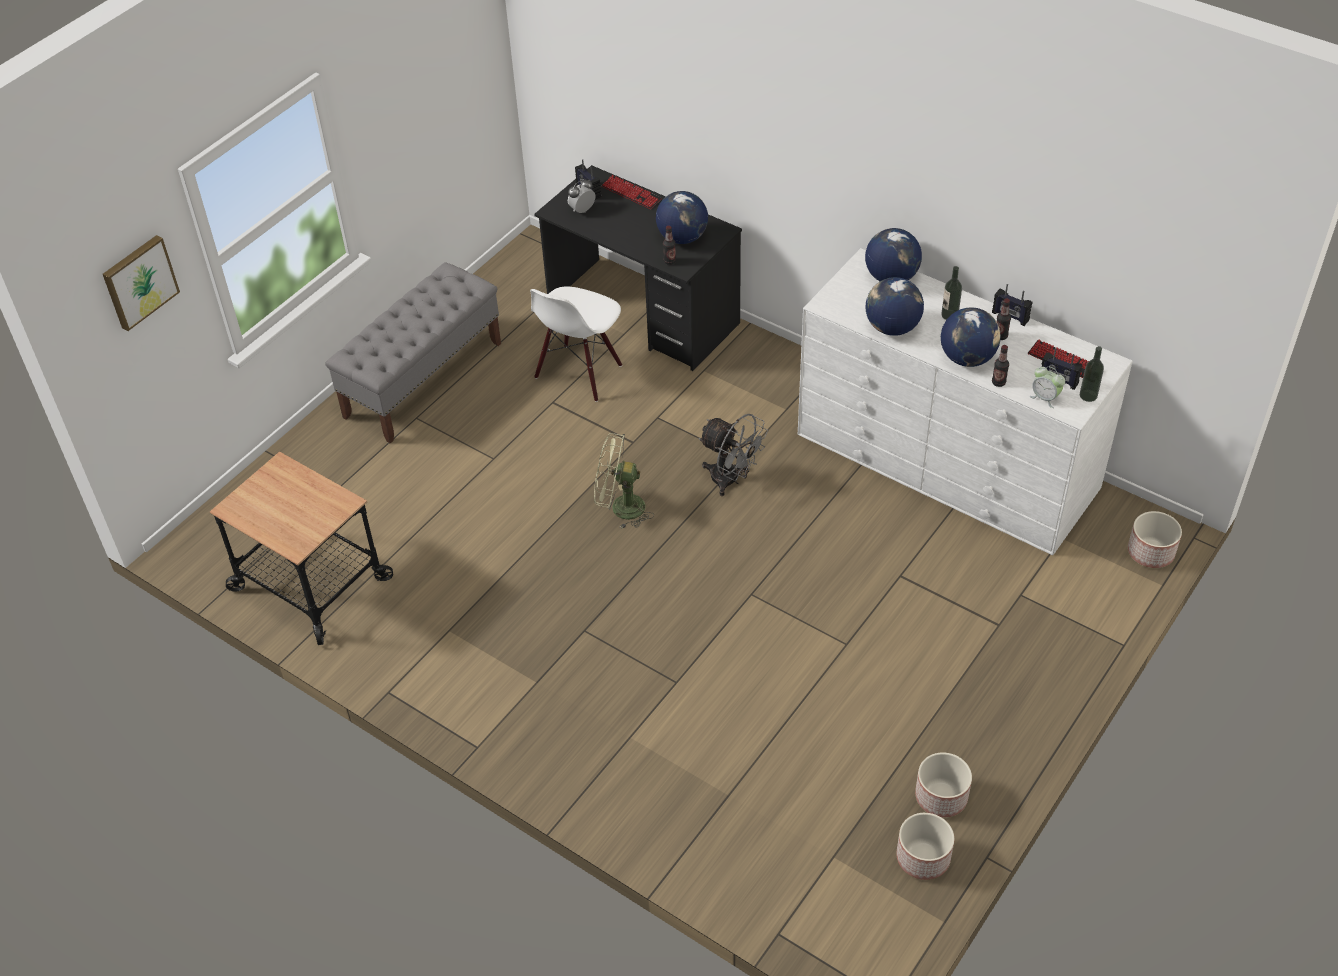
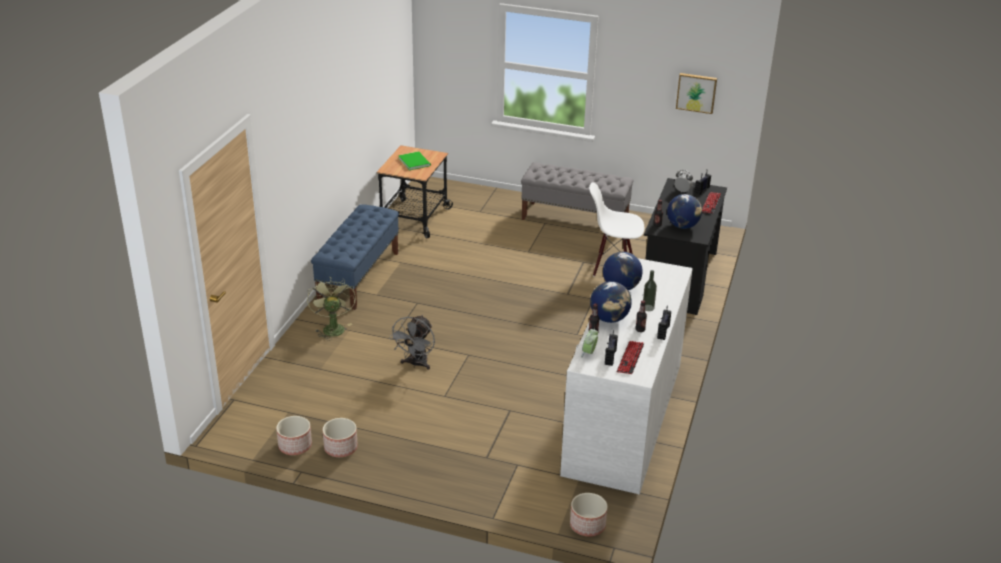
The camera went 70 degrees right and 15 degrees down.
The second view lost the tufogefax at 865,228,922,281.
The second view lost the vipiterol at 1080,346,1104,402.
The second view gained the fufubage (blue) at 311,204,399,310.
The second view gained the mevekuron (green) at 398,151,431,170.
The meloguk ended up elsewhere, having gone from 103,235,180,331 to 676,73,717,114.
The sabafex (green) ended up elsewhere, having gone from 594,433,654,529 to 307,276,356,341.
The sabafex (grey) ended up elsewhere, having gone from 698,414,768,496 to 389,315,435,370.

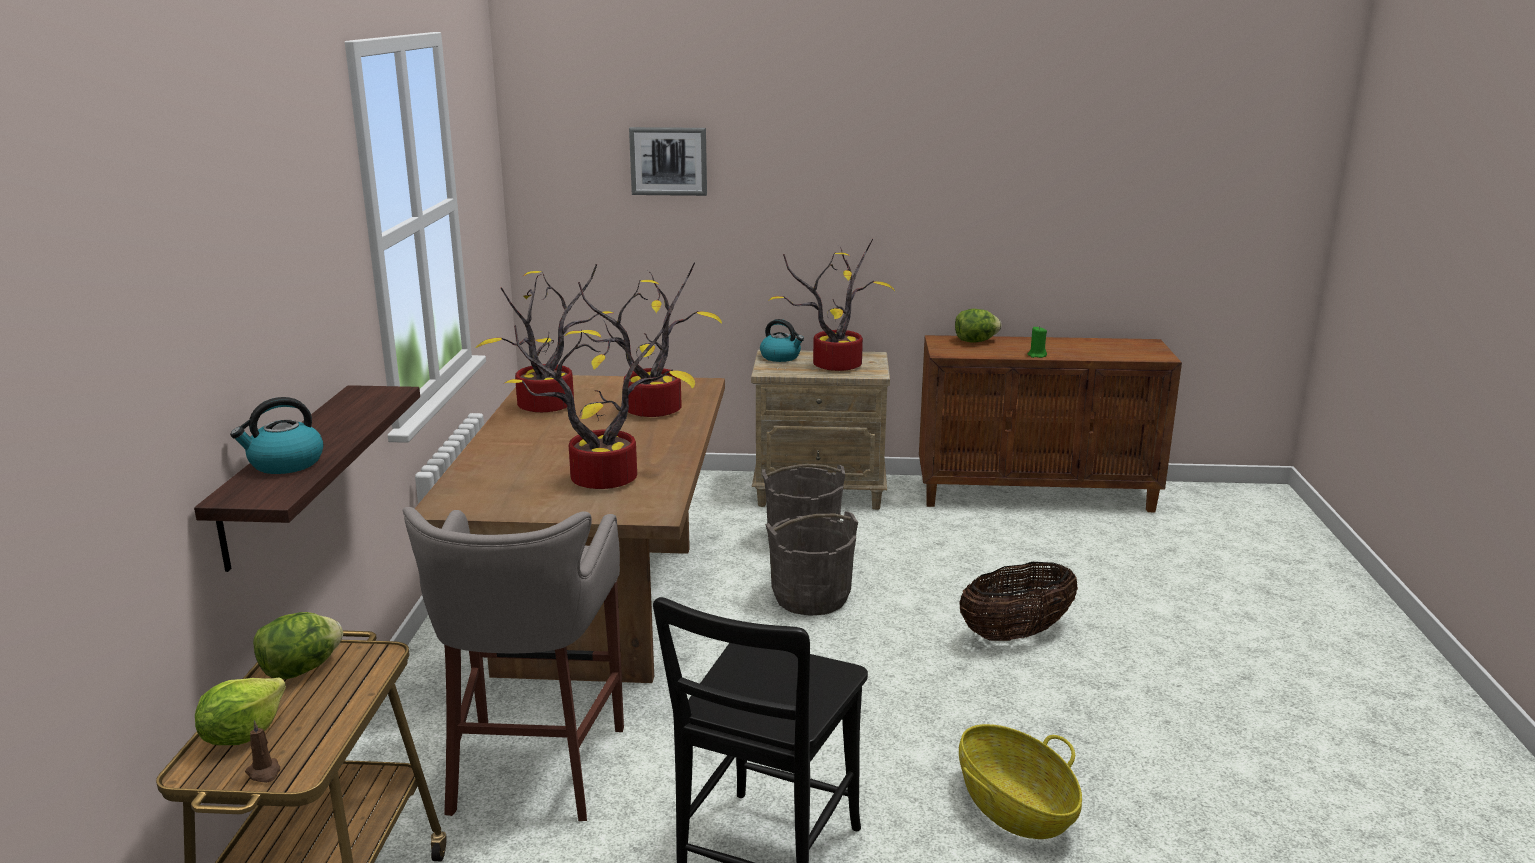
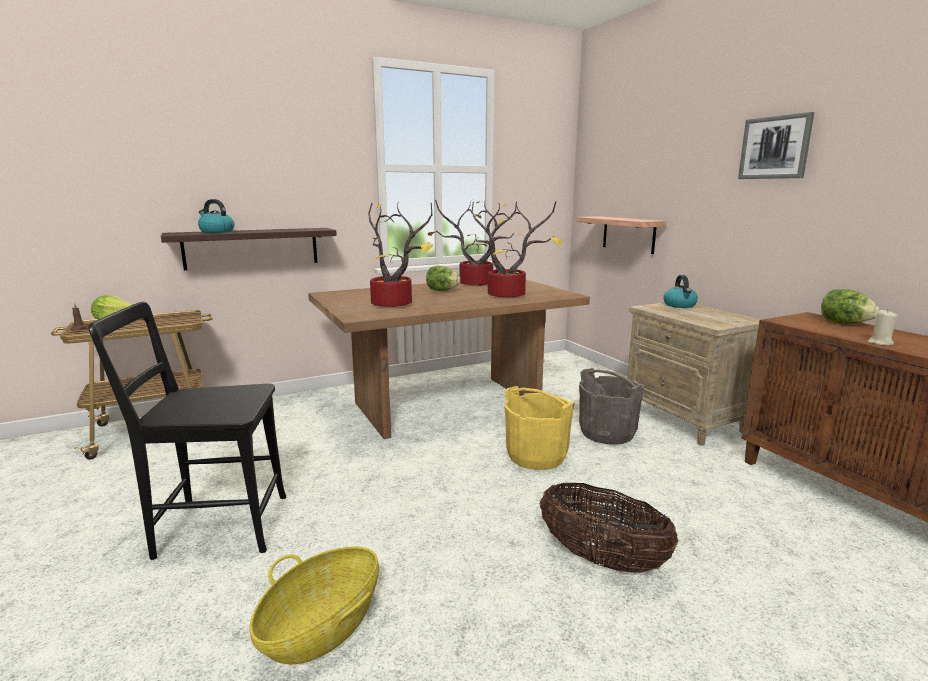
The camera went 60 degrees right and 5 degrees down.
The second view lost the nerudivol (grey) at 402,507,624,821.
The second view lost the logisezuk at 768,239,895,371.
The second view gained the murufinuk at 576,216,667,254.
The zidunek ended up elsewhere, having gone from 253,612,343,679 to 426,266,460,291.
The meloguk ended up elsewhere, having gone from 629,127,707,196 to 738,112,814,179.
What was the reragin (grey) at 765,511,858,616 turned into the reragin (yellow) at 504,386,575,470.
What was the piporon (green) at 1027,326,1047,358 turned into the piporon (beige) at 867,310,898,346.

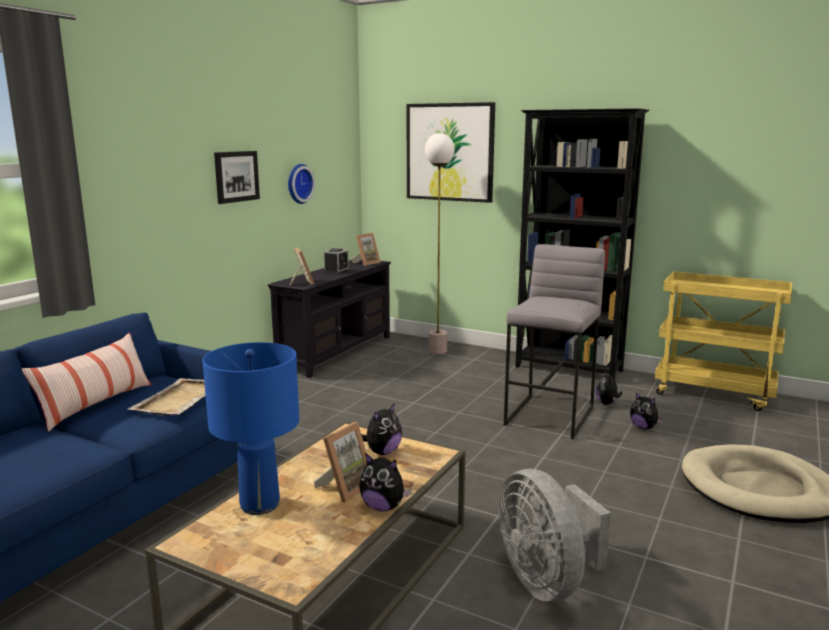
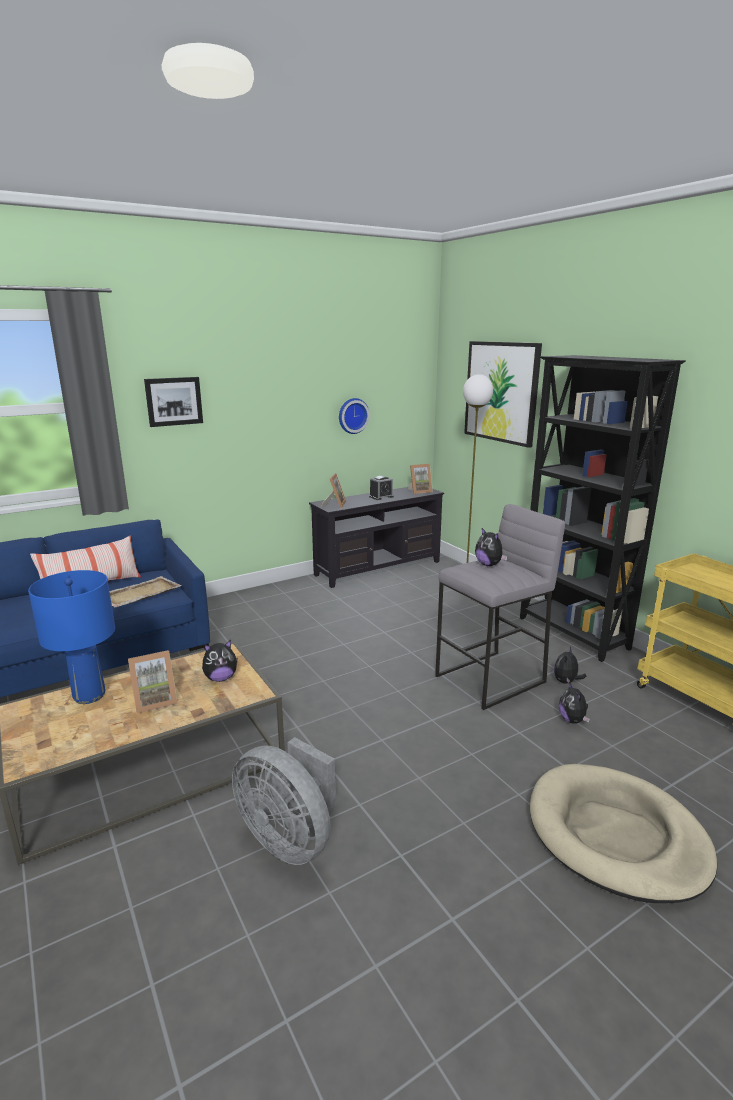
The camera went 30 degrees right and 5 degrees up.
The meloguk ended up elsewhere, having gone from 214,151,260,204 to 144,377,203,427.
The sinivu ended up elsewhere, having gone from 359,453,412,511 to 475,528,508,566.
The sabafex (grey) at 498,469,611,601 ended up facing another way, 60 degrees counterclockwise from before.

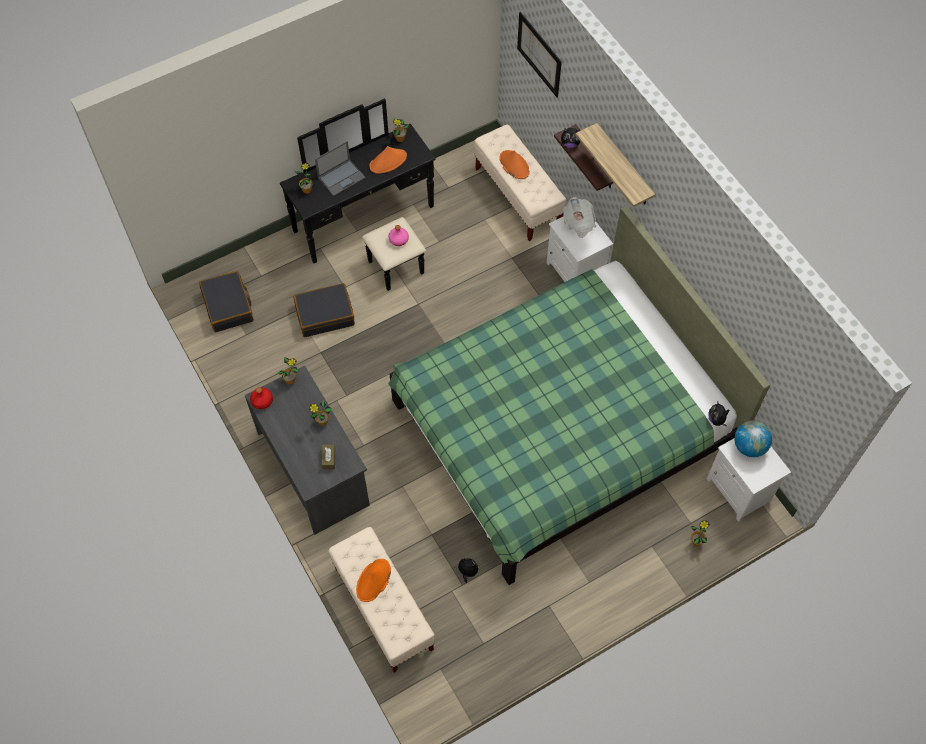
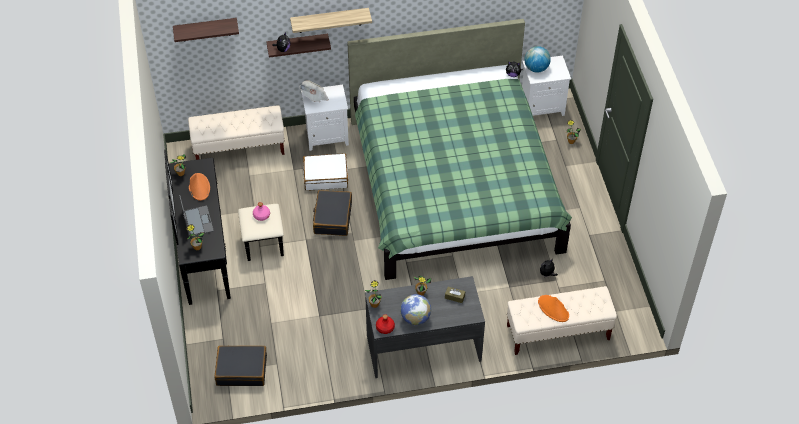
The camera went 70 degrees left and 10 degrees down.
The second view lost the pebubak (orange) at 499,150,530,179.
The second view gained the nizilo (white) at 303,153,348,191.
The second view gained the tufogefax at 400,294,431,325.
The nizilo (black) ended up elsewhere, having gone from 293,283,355,337 to 313,190,352,236.
Where the meloguk hung at 517,12,562,98, the murufinuk came to hang at 173,18,239,42.

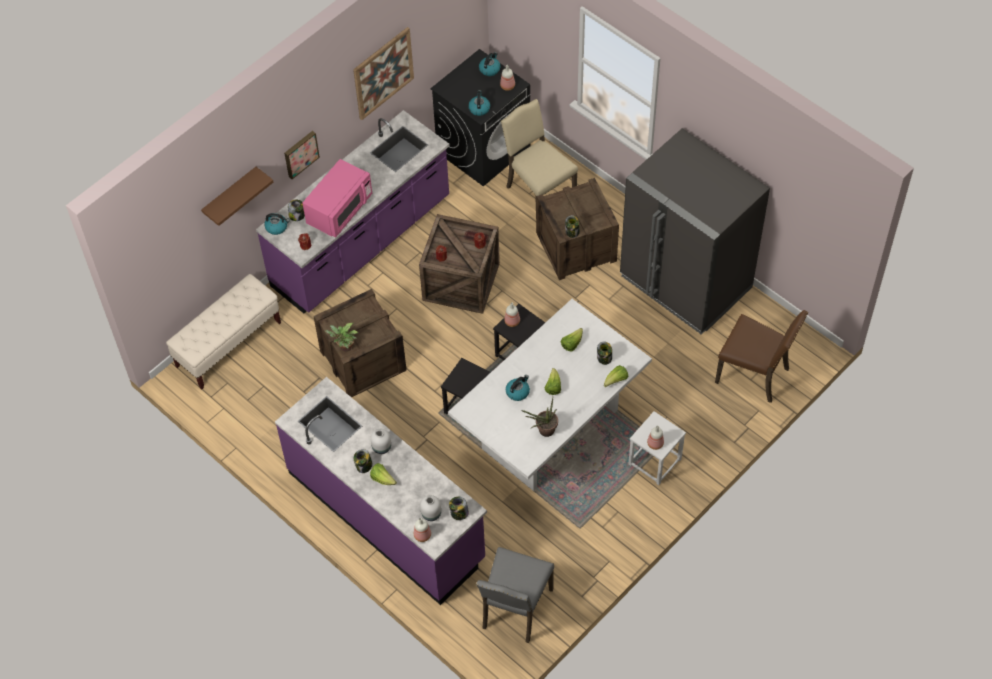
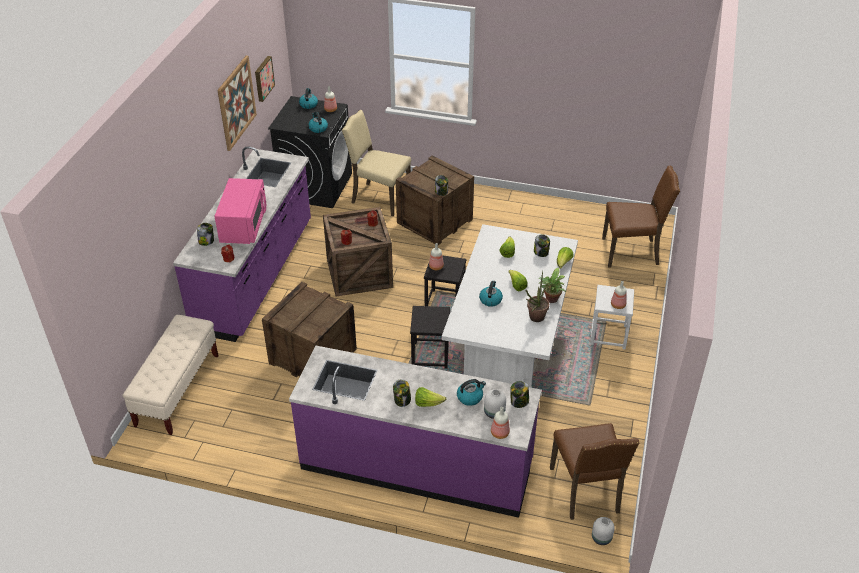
The camera went 30 degrees left and 15 degrees down.
The second view lost the murufinuk (brown) at 201,167,273,226.
The second view lost the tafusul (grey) at 620,128,770,335.
The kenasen ended up elsewhere, having gone from 264,213,290,235 to 457,379,486,406.
The meloguk ended up elsewhere, having gone from 284,131,320,179 to 255,56,275,102.
The logisezuk ended up elsewhere, having gone from 325,323,359,352 to 538,268,566,303.
The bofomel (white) ended up elsewhere, having gone from 370,429,391,454 to 592,517,615,545.
What was the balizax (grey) at 476,547,554,643 turned into the balizax (brown) at 550,423,639,520.

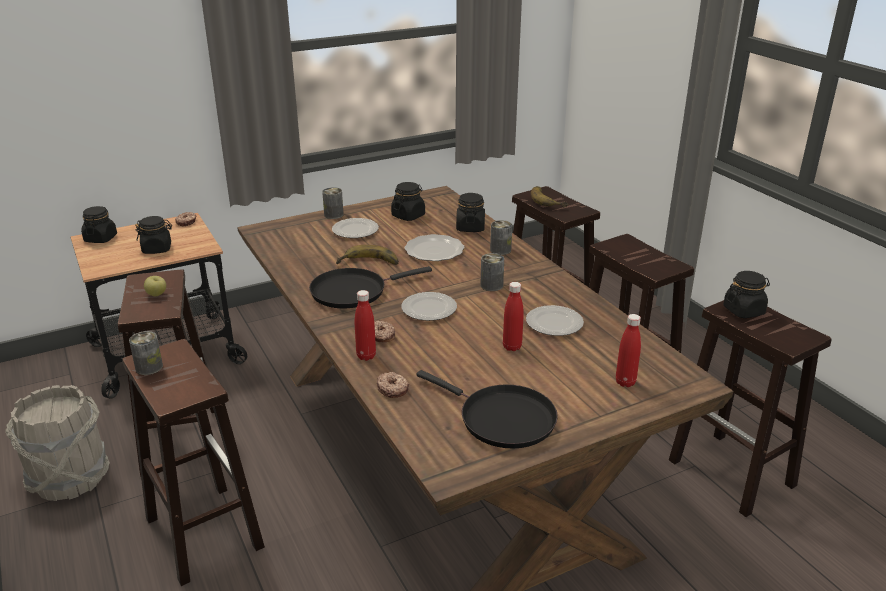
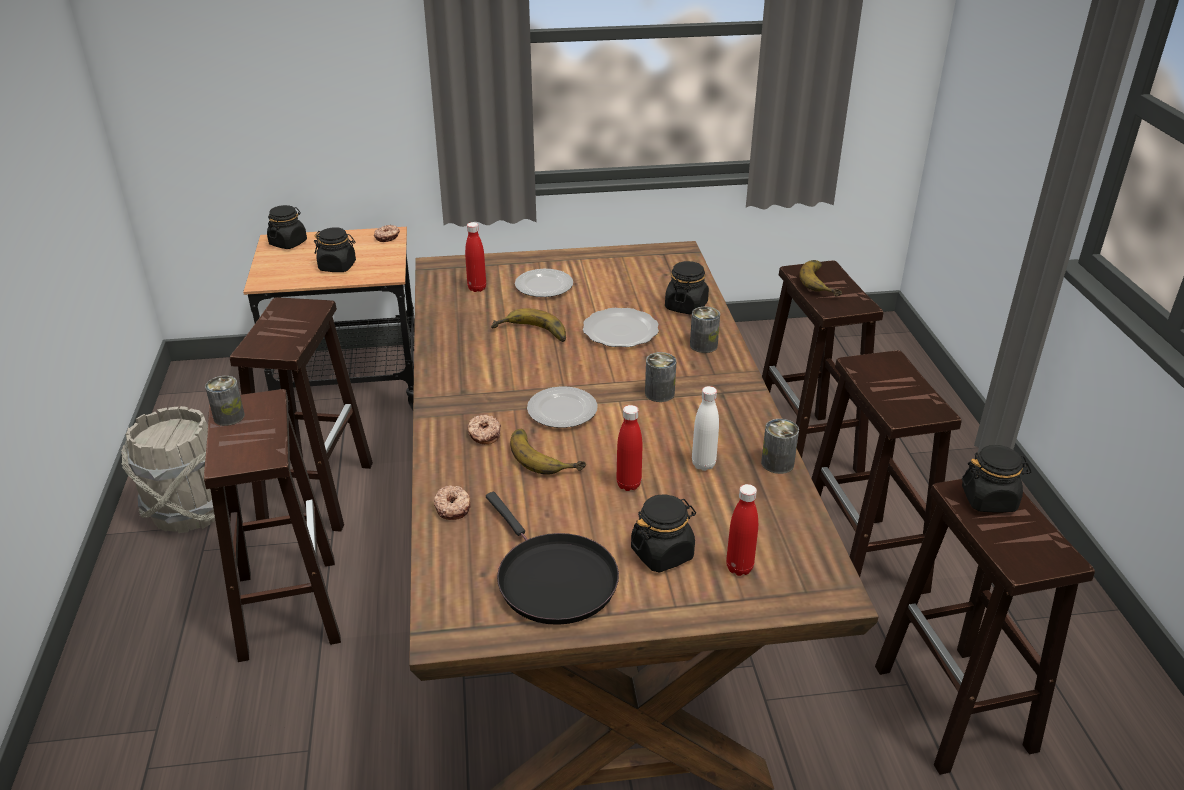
The camera went 20 degrees right and 5 degrees up.
The second view lost the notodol at 144,276,166,296.
The second view lost the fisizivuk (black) at 309,266,432,308.
The second view gained the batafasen at 510,429,586,475.
The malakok ended up elsewhere, having gone from 322,187,344,219 to 761,419,799,474.
The vipiterol (red) ended up elsewhere, having gone from 355,290,376,361 to 465,222,486,292.
The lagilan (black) ended up elsewhere, having gone from 391,182,425,221 to 631,494,696,573.
Where the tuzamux stood at 526,305,584,336, the vipiterol (white) came to stand at 692,386,719,471.

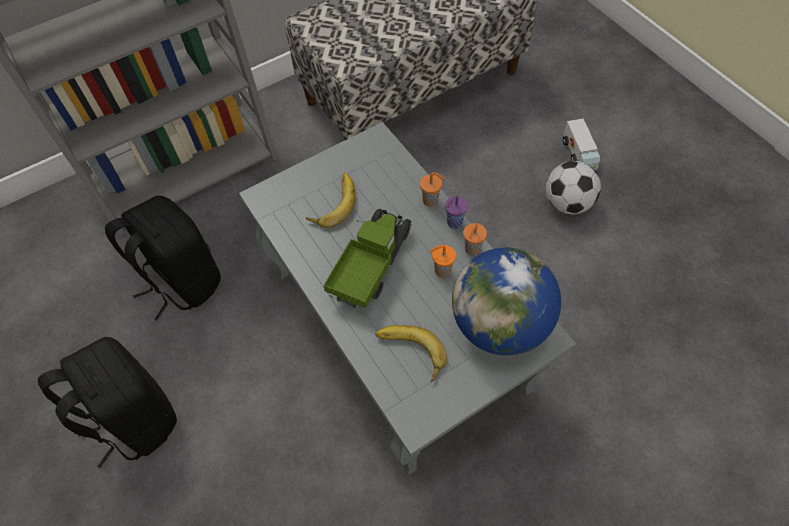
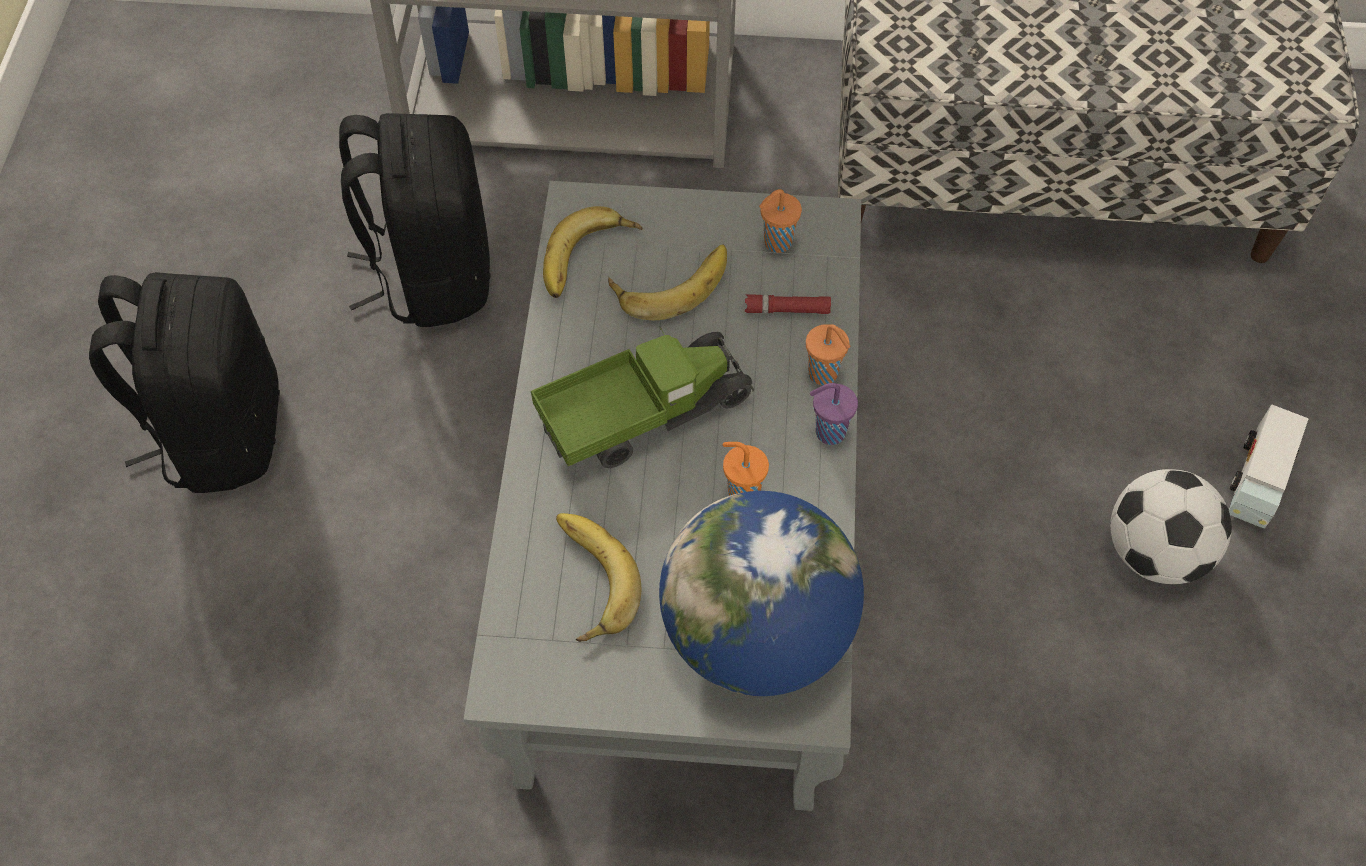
The camera went 35 degrees right and 0 degrees up.
The second view gained the batafasen at 543,206,643,298.
The second view gained the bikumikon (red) at 745,294,831,314.
The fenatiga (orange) ended up elsewhere, having gone from 463,223,487,256 to 759,189,802,253.

